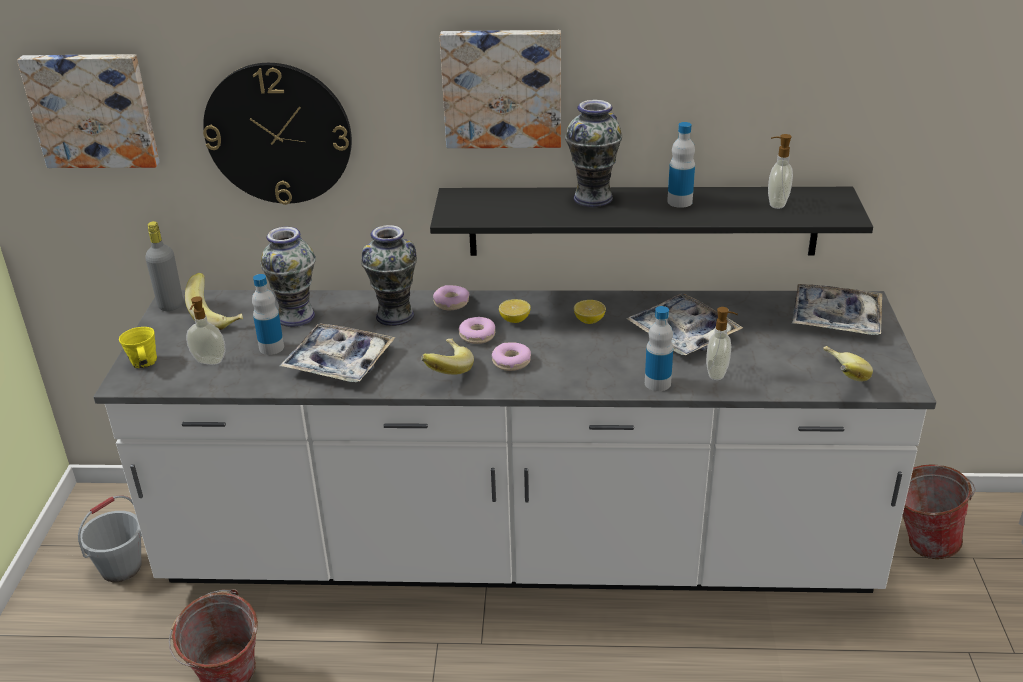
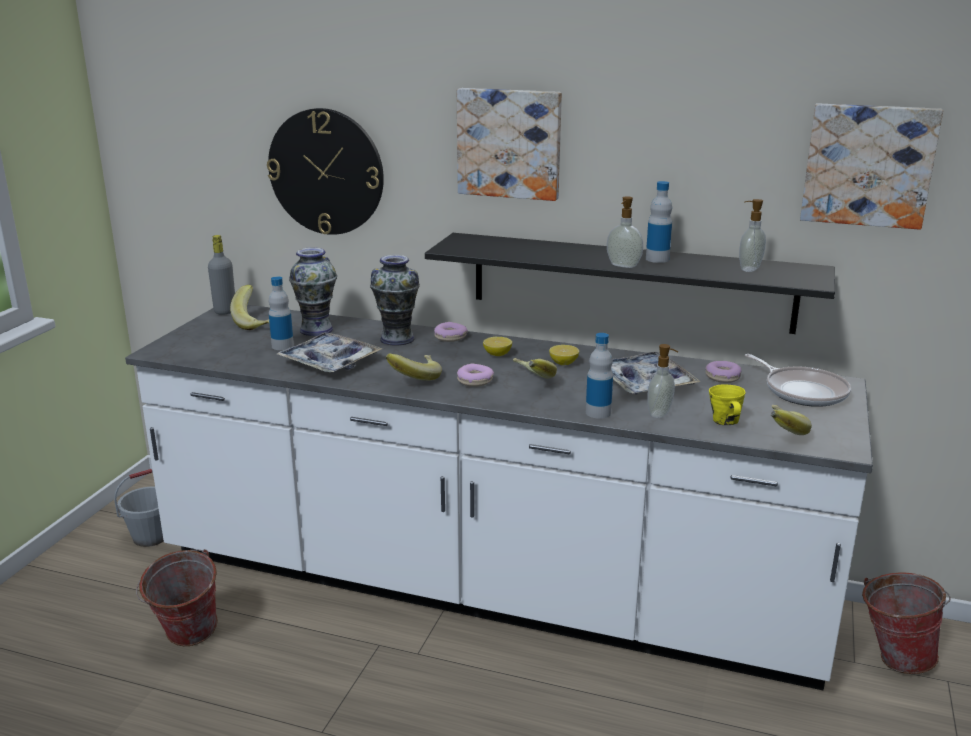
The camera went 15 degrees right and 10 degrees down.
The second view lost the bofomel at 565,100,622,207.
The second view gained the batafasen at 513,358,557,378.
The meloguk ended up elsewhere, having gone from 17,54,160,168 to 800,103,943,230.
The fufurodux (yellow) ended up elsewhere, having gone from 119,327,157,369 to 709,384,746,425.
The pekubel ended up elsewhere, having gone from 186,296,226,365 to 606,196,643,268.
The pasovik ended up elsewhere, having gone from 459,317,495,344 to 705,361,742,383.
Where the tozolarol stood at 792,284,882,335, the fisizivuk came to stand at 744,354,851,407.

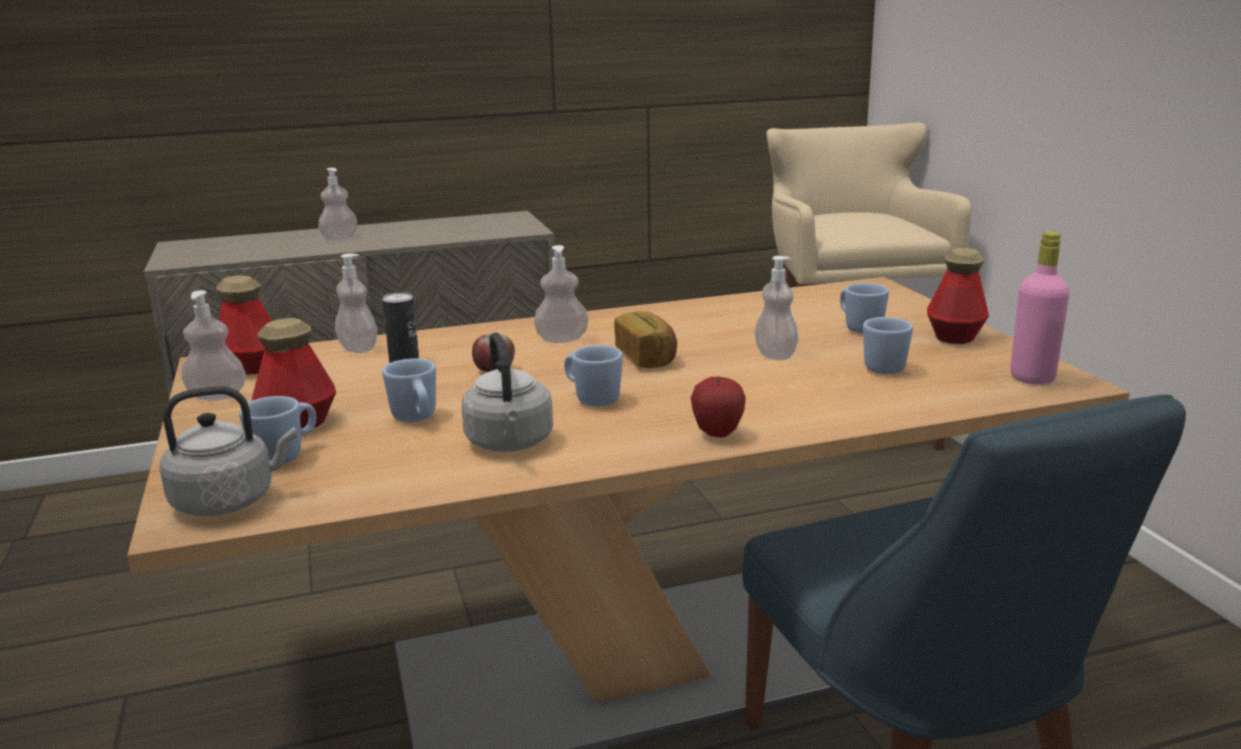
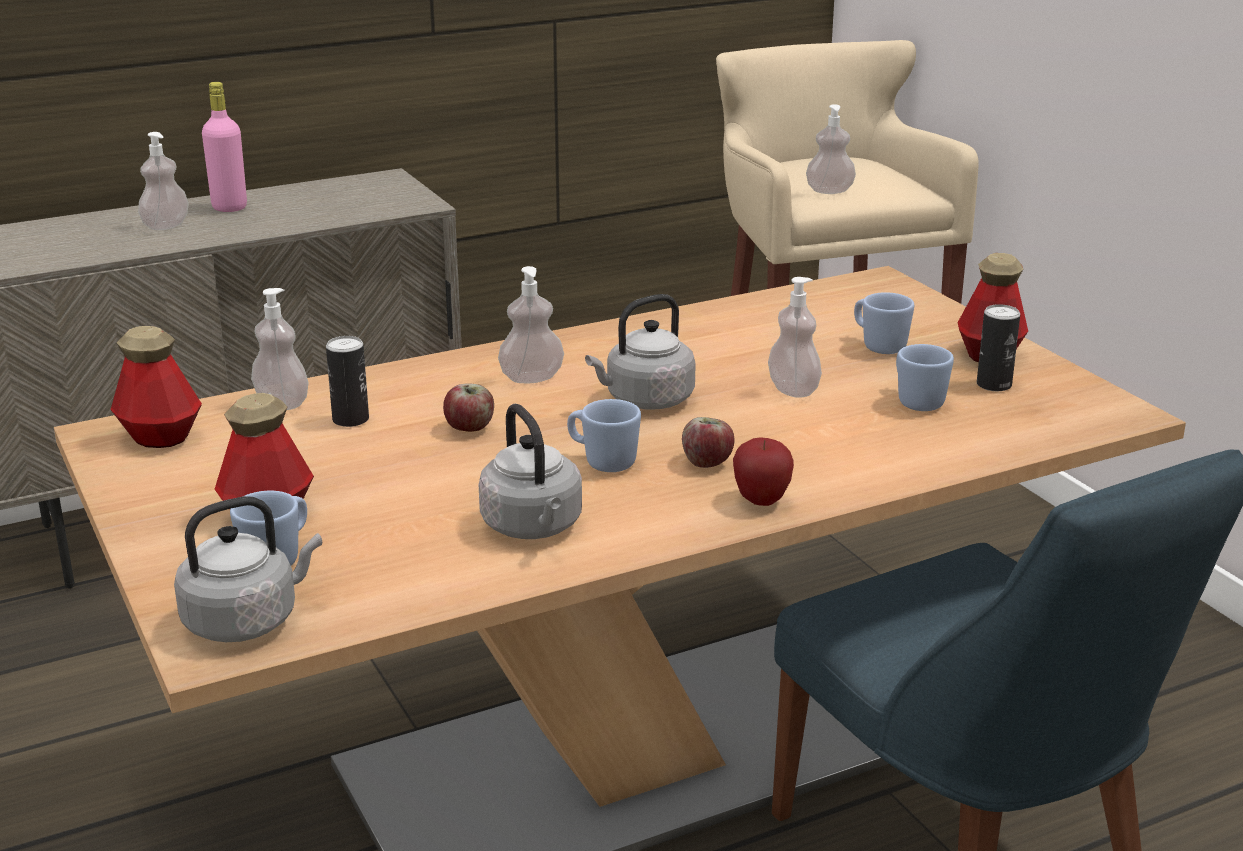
The camera went 10 degrees left and 5 degrees up.
The second view lost the fufurodux (blue) at 382,358,436,422.
The second view gained the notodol at 682,417,734,468.
The second view gained the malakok at 977,304,1020,391.
The pekubel ended up elsewhere, having gone from 181,290,246,401 to 806,104,856,194.
The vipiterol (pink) ended up elsewhere, having gone from 1010,231,1070,385 to 202,82,247,212.
Where the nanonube stood at 614,311,677,368, the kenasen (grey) came to stand at 585,294,696,410.

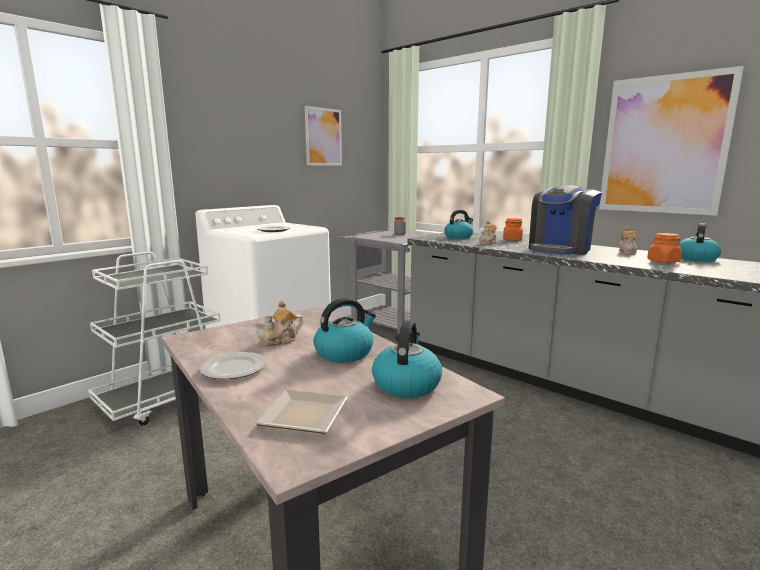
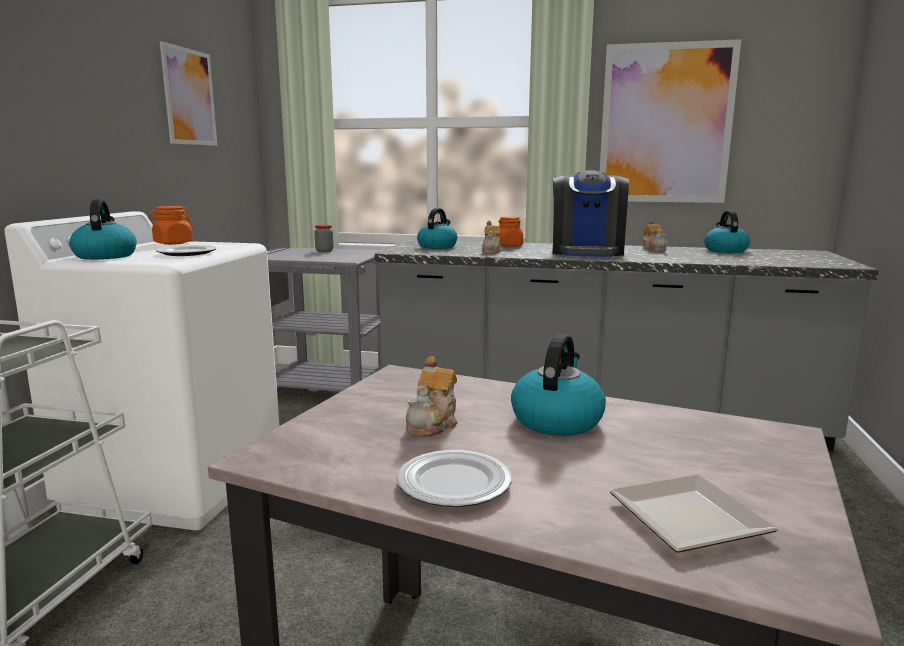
The camera went 30 degrees left and 0 degrees up.
The kenasen ended up elsewhere, having gone from 372,320,442,398 to 69,199,137,260.
The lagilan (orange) ended up elsewhere, having gone from 647,233,682,263 to 148,206,193,245.

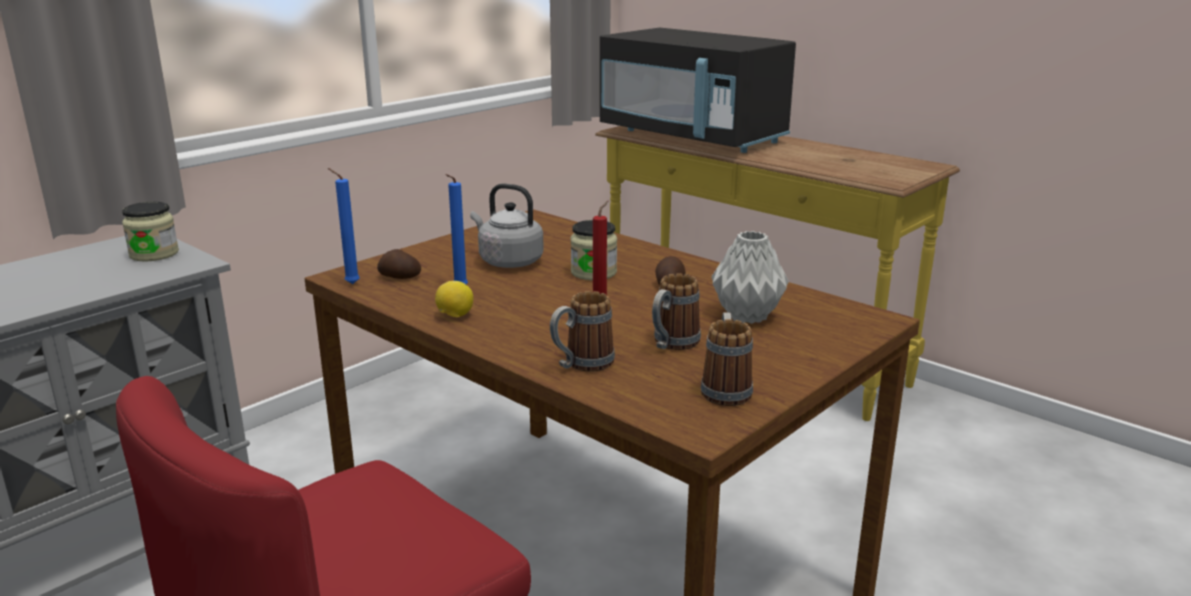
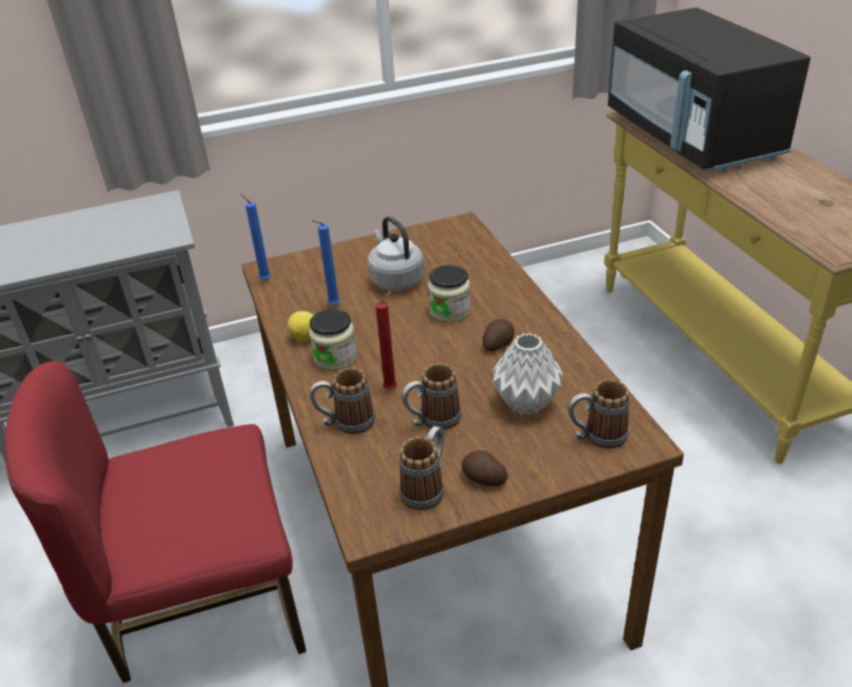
The camera went 30 degrees right and 15 degrees up.
The second view gained the fufurodux at 568,379,630,449.
The lagilan ended up elsewhere, having gone from 122,202,179,262 to 309,309,357,370.
The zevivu ended up elsewhere, having gone from 377,249,421,279 to 462,450,508,486.

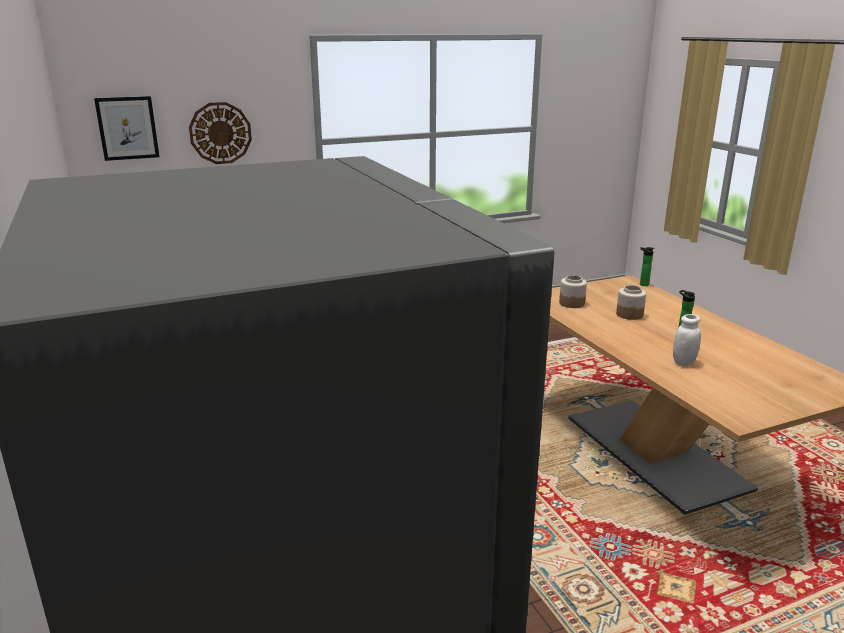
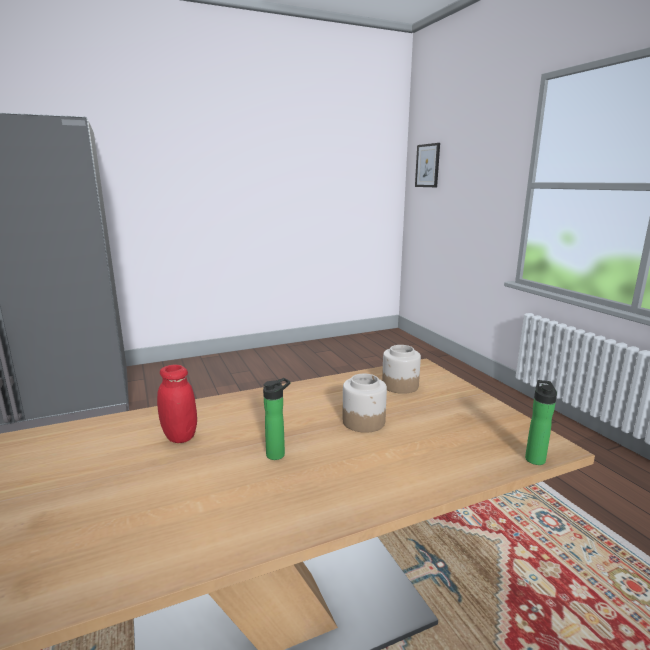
The camera went 90 degrees right and 5 degrees down.
The second view lost the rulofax at 189,102,252,164.
What was the lagilan (white) at 673,314,701,366 turned into the lagilan (red) at 157,365,197,443.

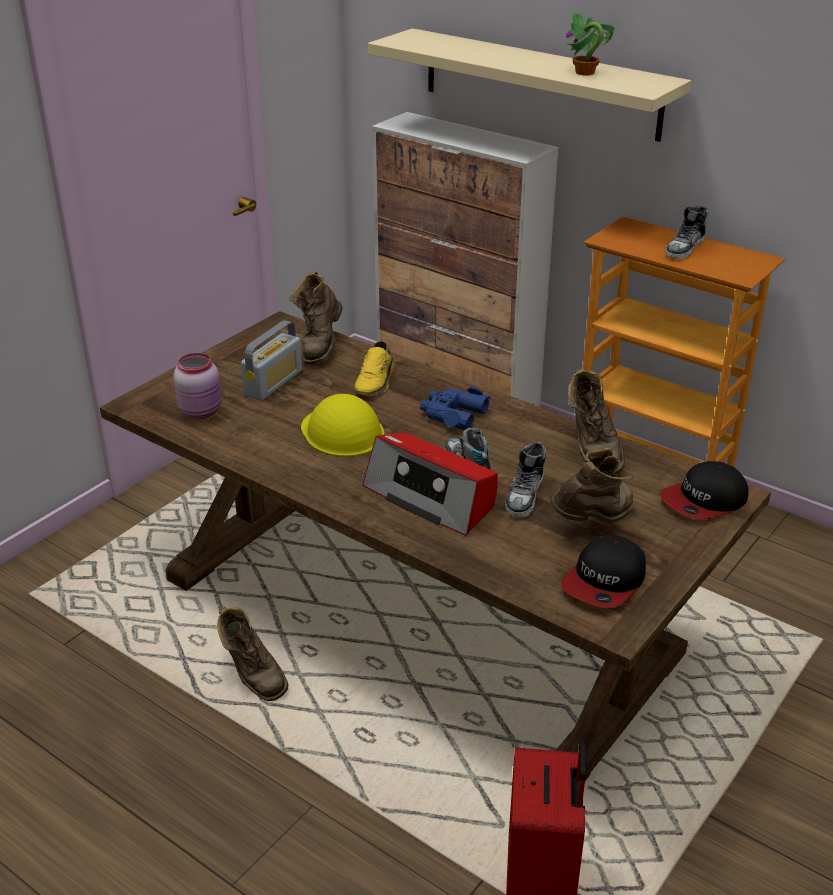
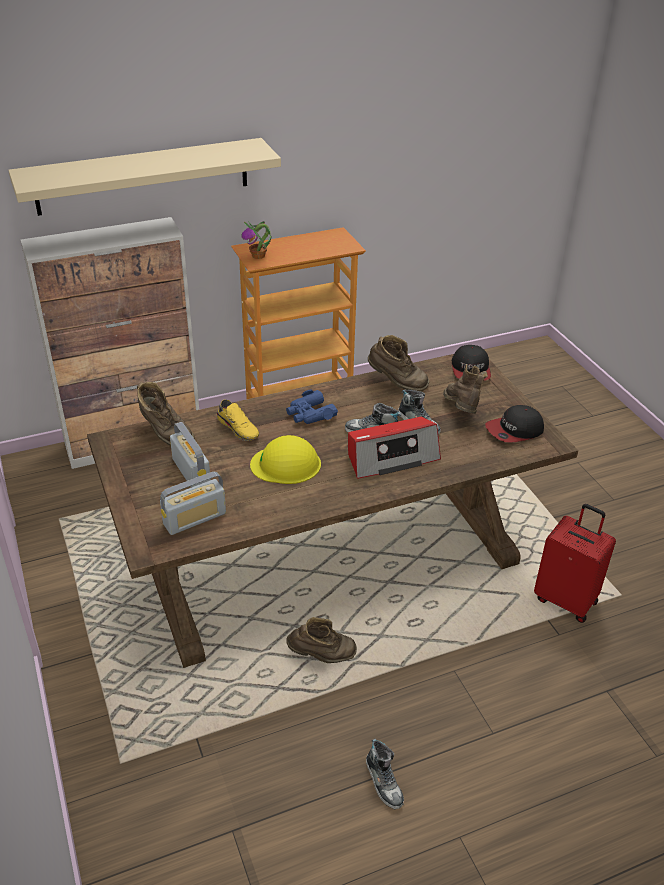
The camera went 60 degrees left and 5 degrees up.
The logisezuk ended up elsewhere, having gone from 566,12,614,75 to 241,221,271,259.
The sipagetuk ended up elsewhere, having gone from 665,206,709,259 to 366,739,404,809.
Where the lagilan (pink) stood at 173,353,221,419, the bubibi came to stand at 160,472,226,535.
The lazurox at 561,535,646,608 ended up facing another way, 90 degrees clockwise from before.

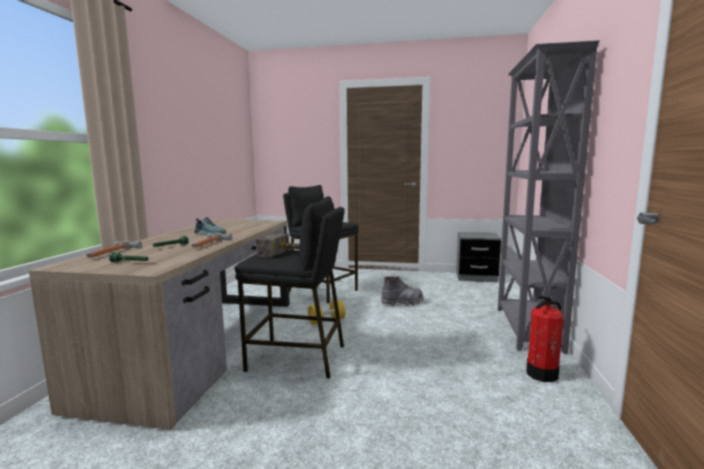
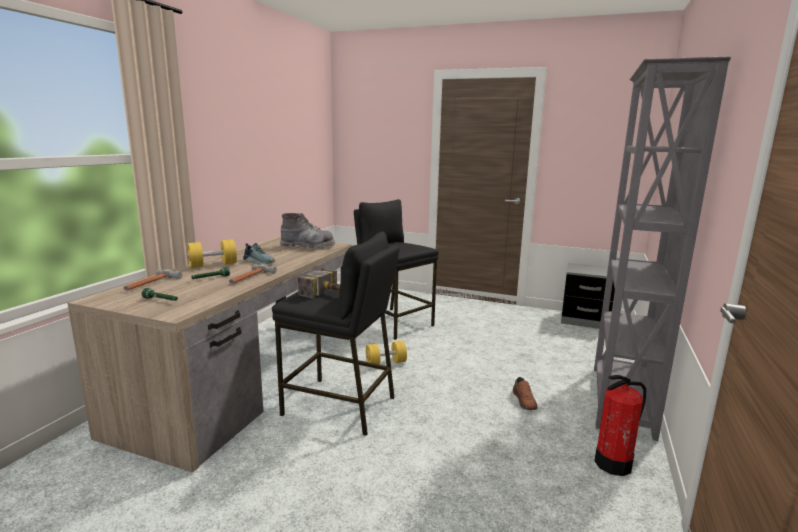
The camera went 10 degrees right and 5 degrees up.
The second view gained the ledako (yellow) at 187,239,237,268.
The second view gained the sipagetuk (brown) at 513,377,538,410.
The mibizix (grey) ended up elsewhere, having gone from 381,276,423,306 to 280,213,335,250.

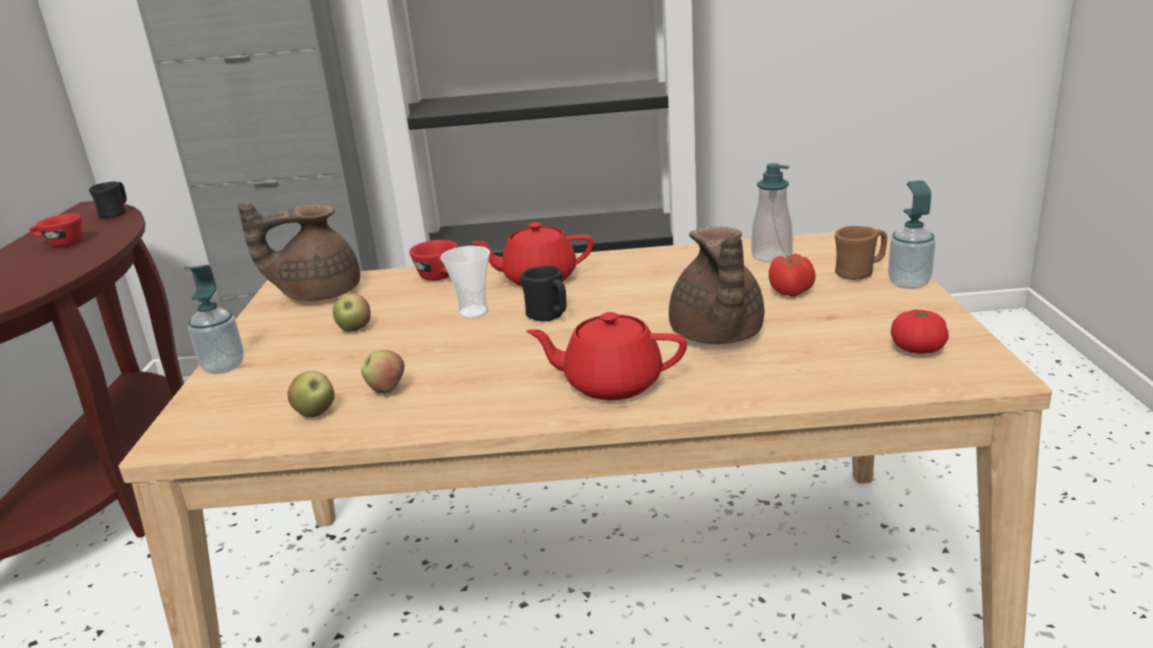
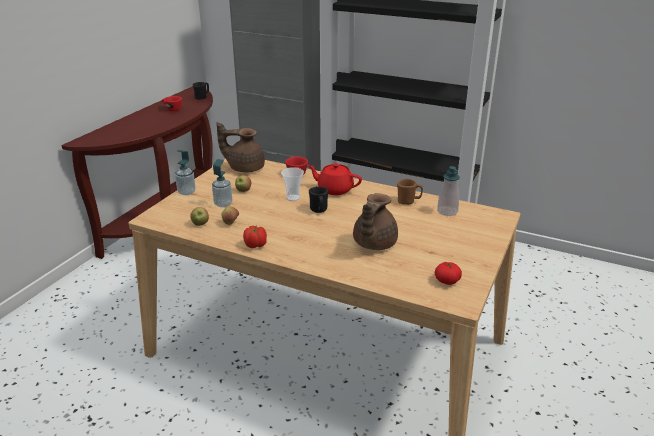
The camera went 25 degrees right and 5 degrees up.
The second view lost the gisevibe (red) at 526,312,687,400.
The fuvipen ended up elsewhere, having gone from 769,254,816,297 to 243,225,267,248.
The fufurodux (brown) ended up elsewhere, having gone from 835,226,887,280 to 397,179,423,205.
The pekubel ended up elsewhere, having gone from 888,180,935,289 to 212,159,232,207.

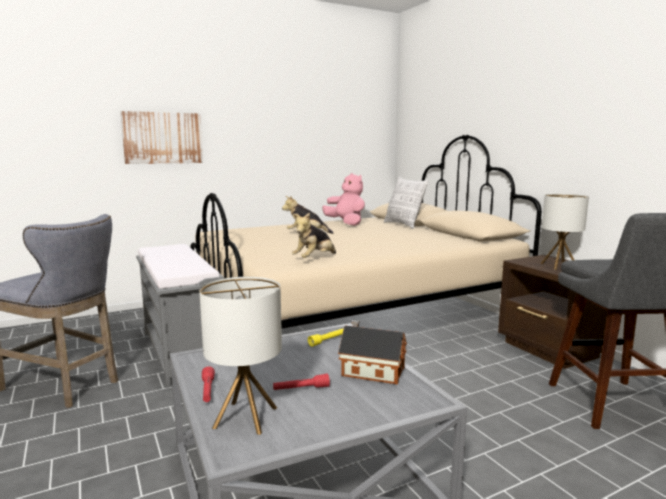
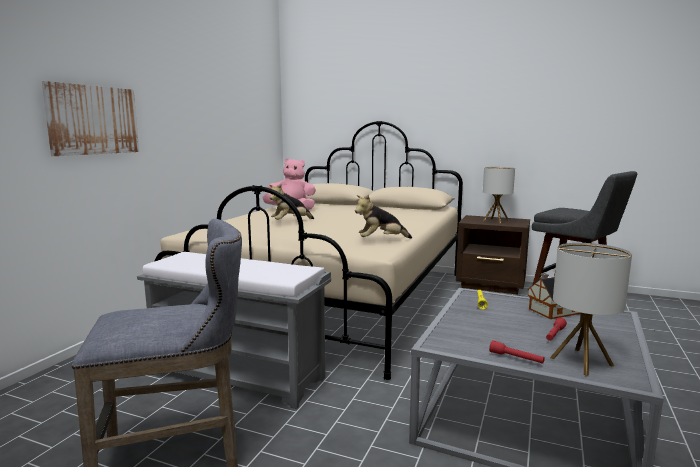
The camera went 40 degrees left and 0 degrees up.
The second view lost the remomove at 384,176,429,229.
The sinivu at 292,213,336,258 ended up facing another way, 75 degrees clockwise from before.

